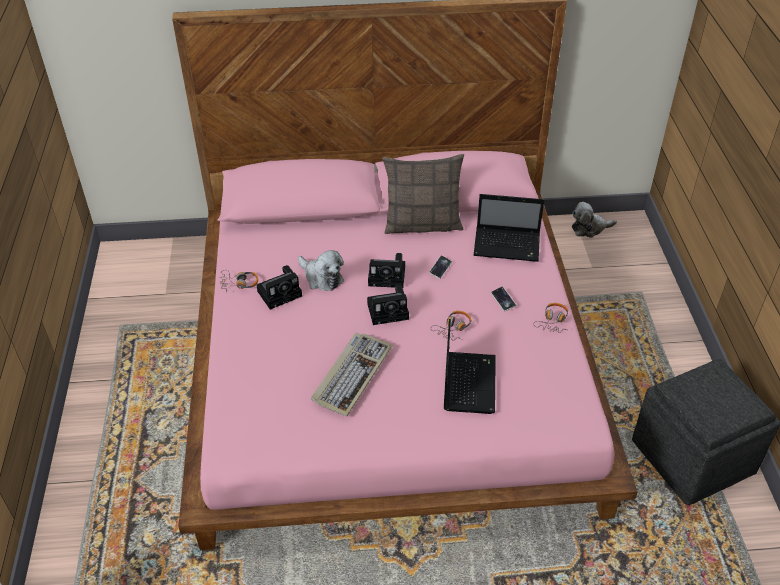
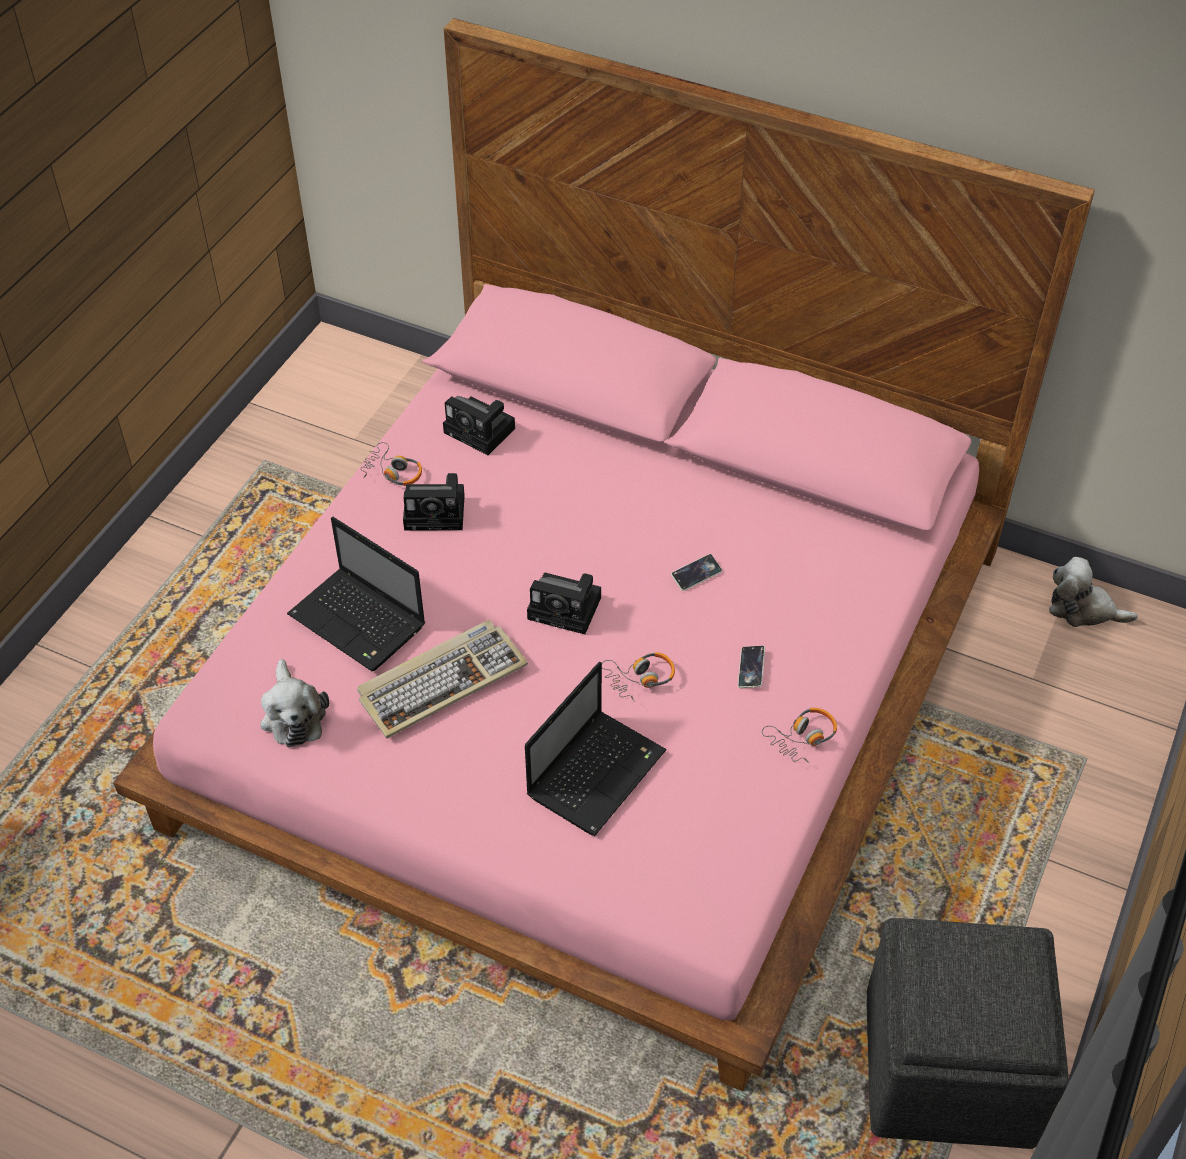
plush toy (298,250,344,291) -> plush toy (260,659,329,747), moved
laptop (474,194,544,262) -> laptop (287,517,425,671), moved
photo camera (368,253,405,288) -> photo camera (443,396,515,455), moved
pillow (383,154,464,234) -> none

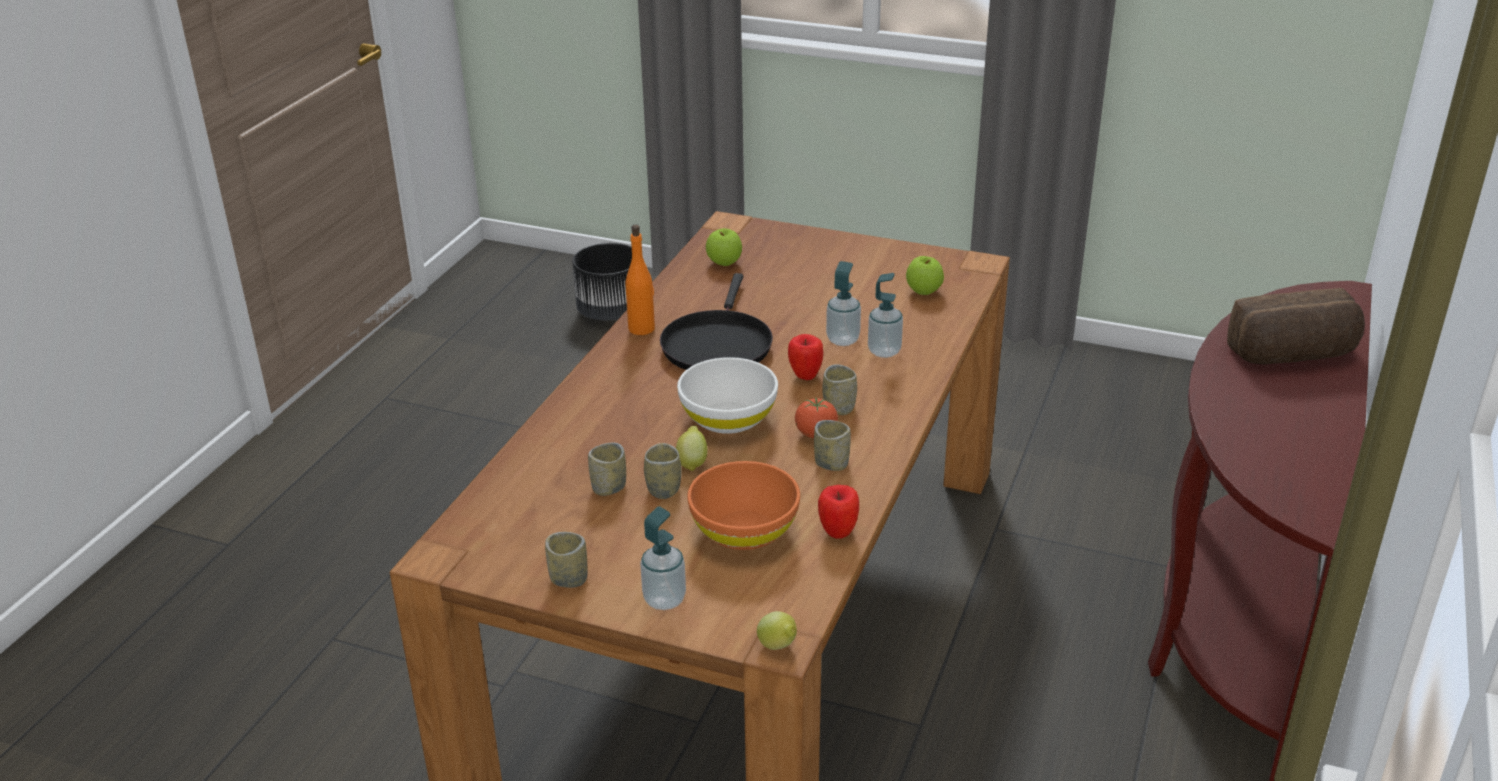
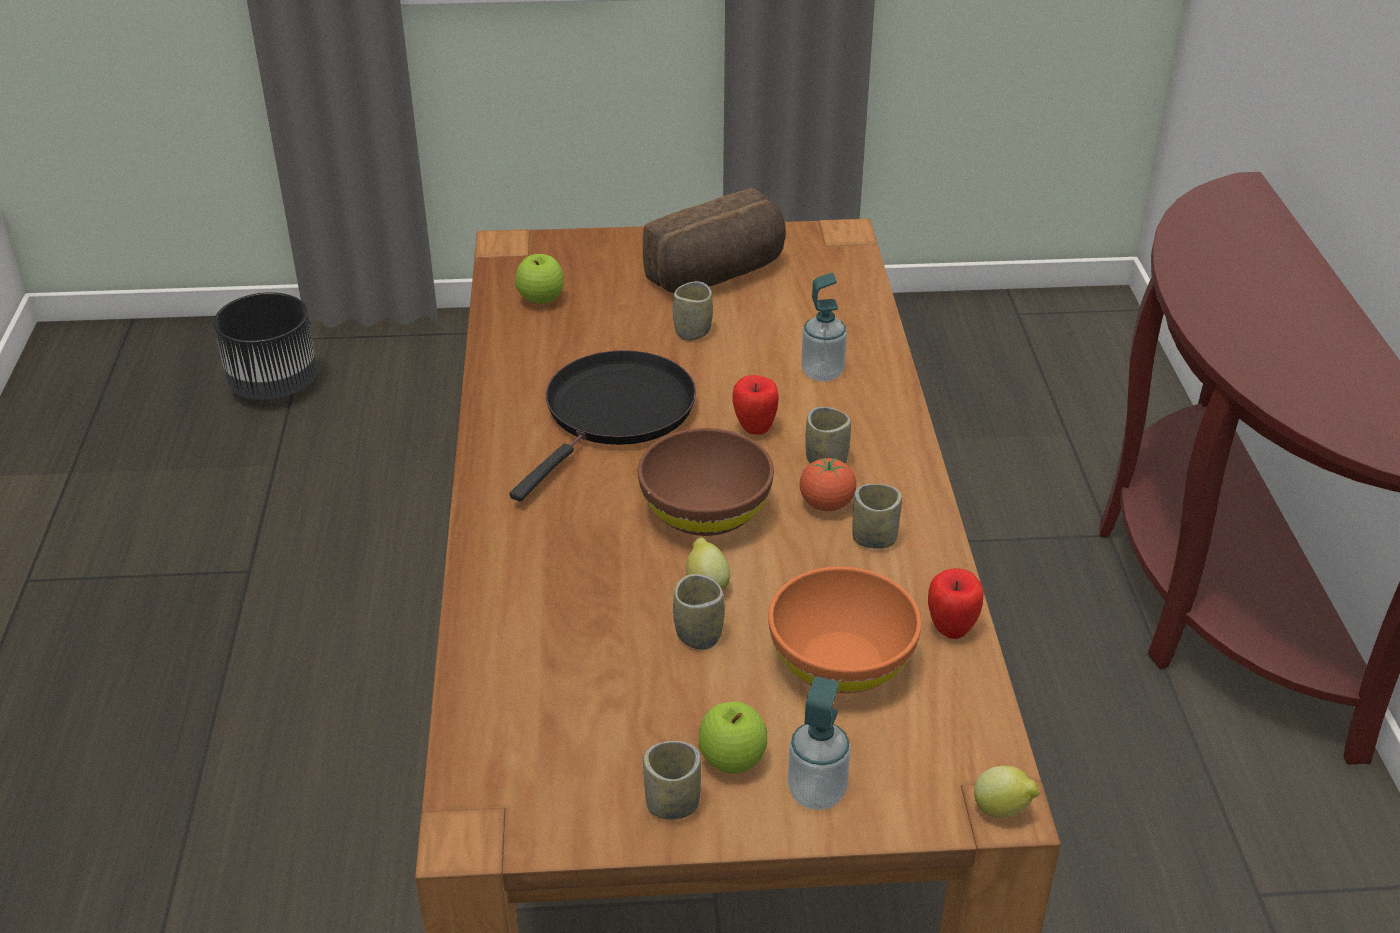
frying pan/black (660,273,773,370) -> frying pan/black (510,350,696,502), 135 degrees counterclockwise
bowl/white (677,357,778,434) -> bowl/brown (638,428,774,536)
bread (1227,288,1365,364) -> bread (643,188,786,293), moved
cup (588,443,626,496) -> cup (673,281,713,341), moved
apple (906,256,944,295) -> apple (699,702,767,774), moved
bottle/orange (625,225,655,335) -> none
soap dispenser (826,261,861,346) -> none

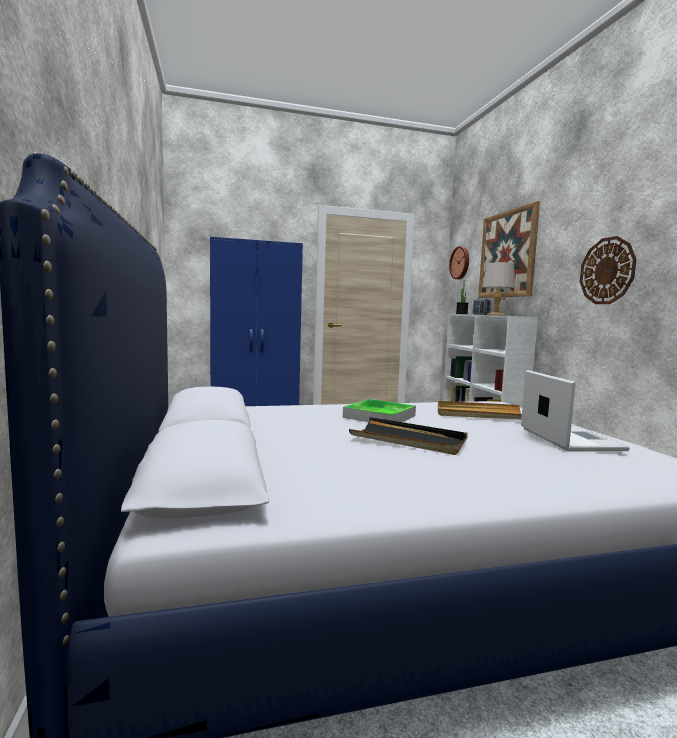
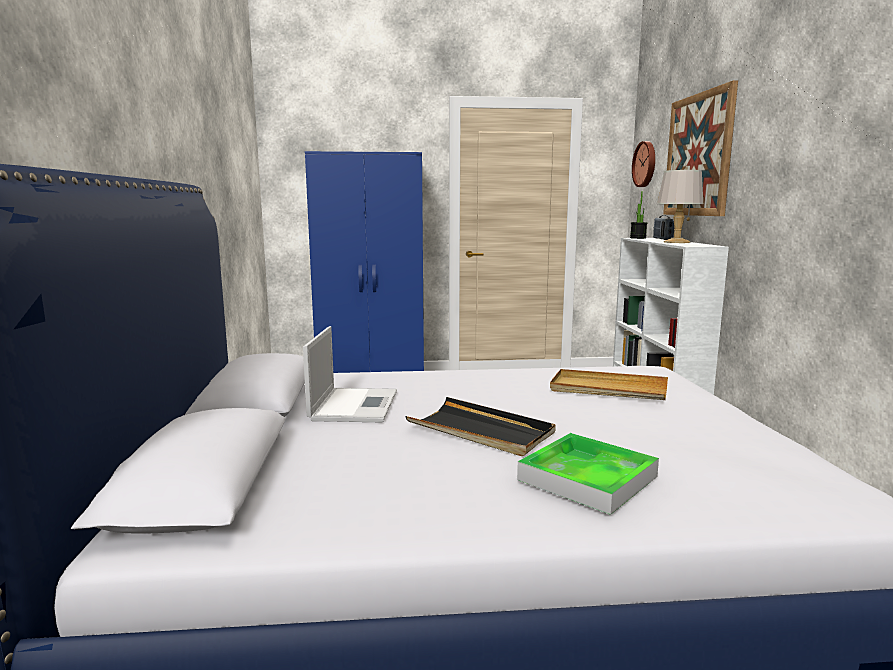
laptop (521,370,630,452) -> laptop (303,326,397,423), moved
tray (343,399,416,422) -> tray (517,433,659,515), moved
wall clock (580,236,636,304) -> none

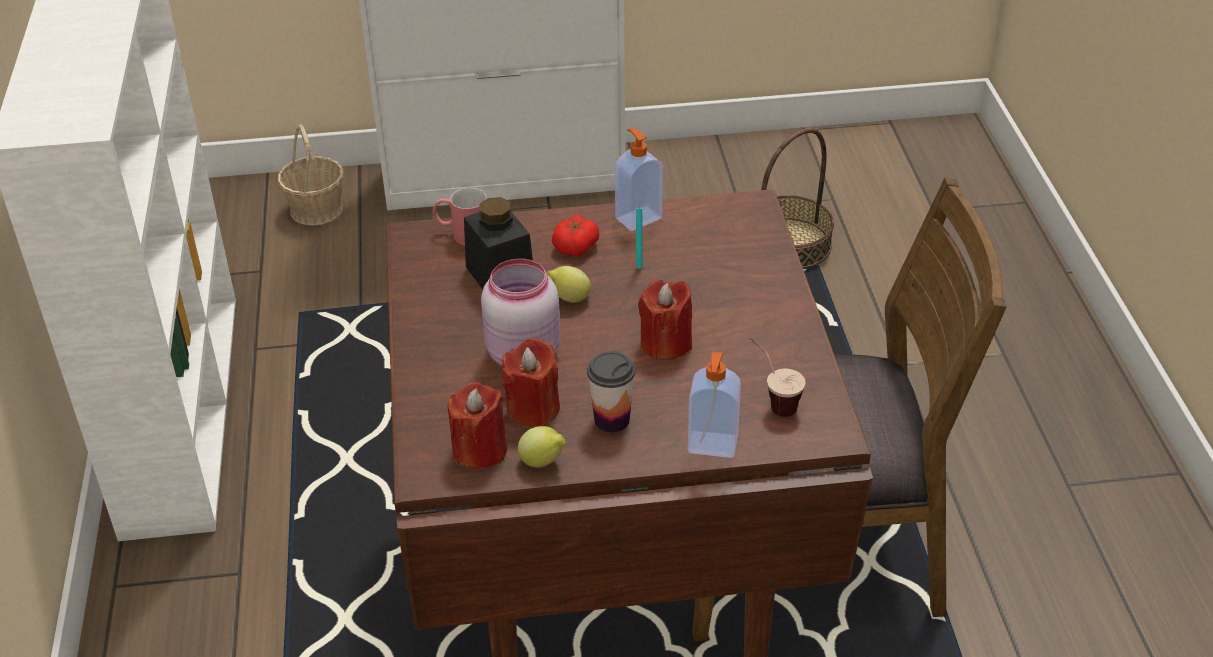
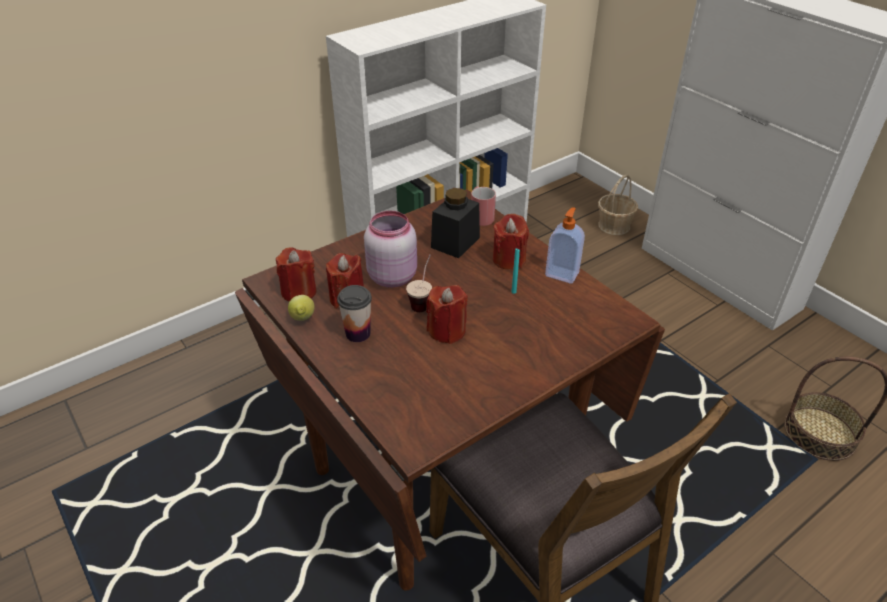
cup (750,337,805,417) -> cup (406,254,432,312), moved
tomato (552,215,599,256) -> candle/red (493,214,529,270)
lemon (547,266,591,303) -> none
soap dispenser (688,352,741,458) -> none

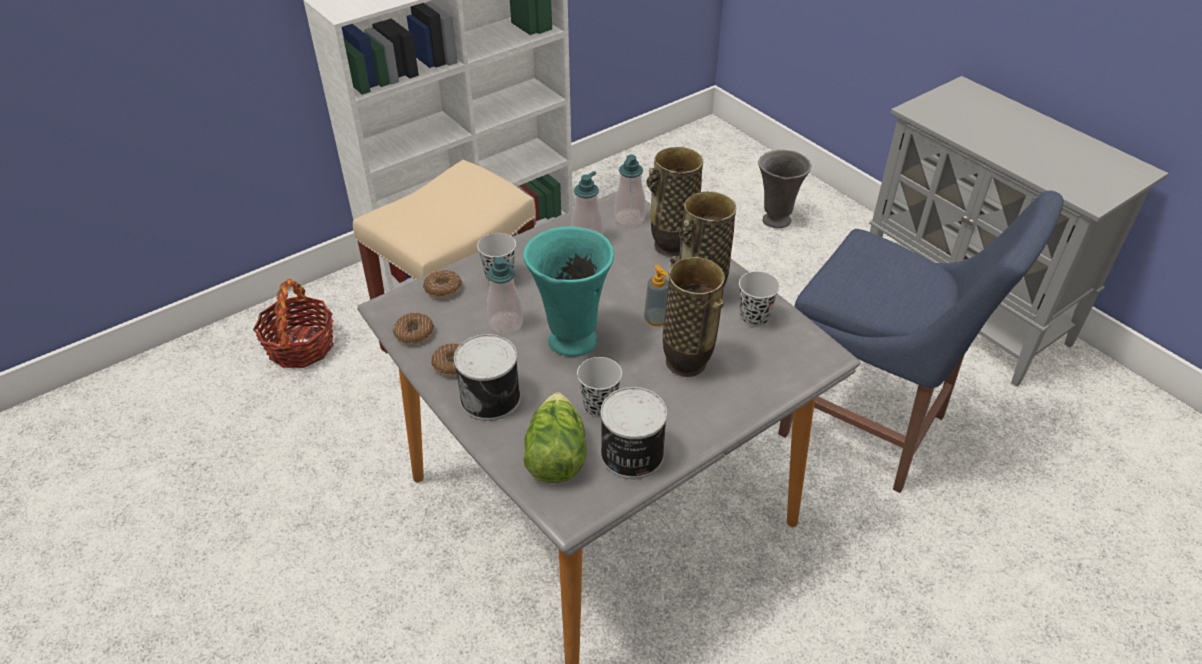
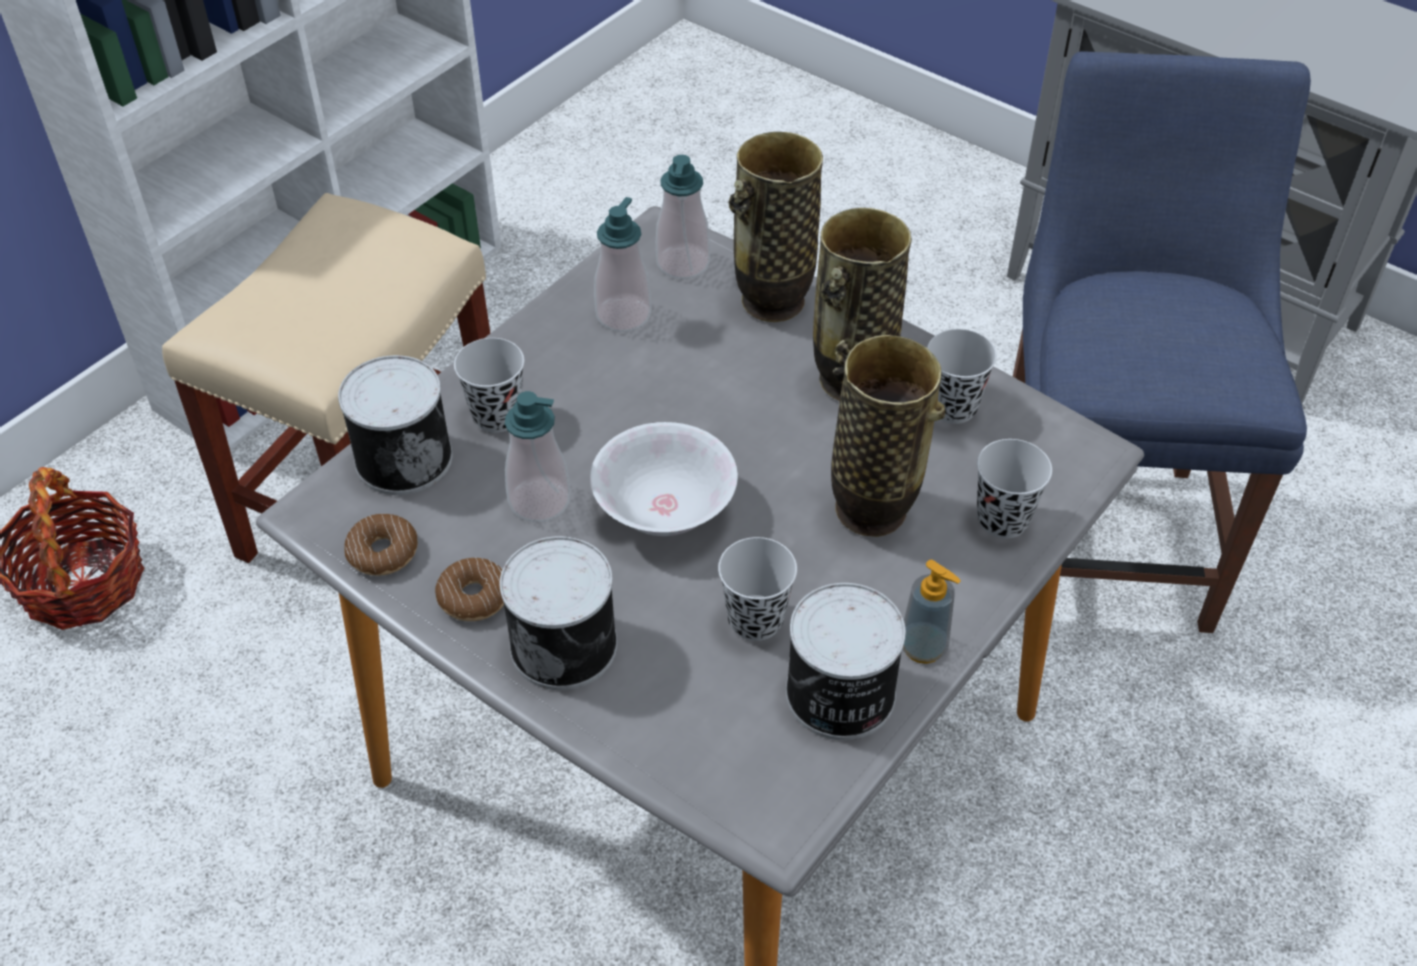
donut (423,270,462,299) -> can (338,355,453,495)
vase/turquoise (523,227,614,357) -> bowl/white (590,422,738,536)
soap dispenser (644,265,669,326) -> soap dispenser (902,560,961,664), moved
none -> cup/black (977,439,1052,539)
chair/blue (778,191,1064,493) -> chair/blue (1013,51,1311,633), 105 degrees counterclockwise
lettuce (523,392,587,483) -> none
vase/grey (758,150,811,228) -> none

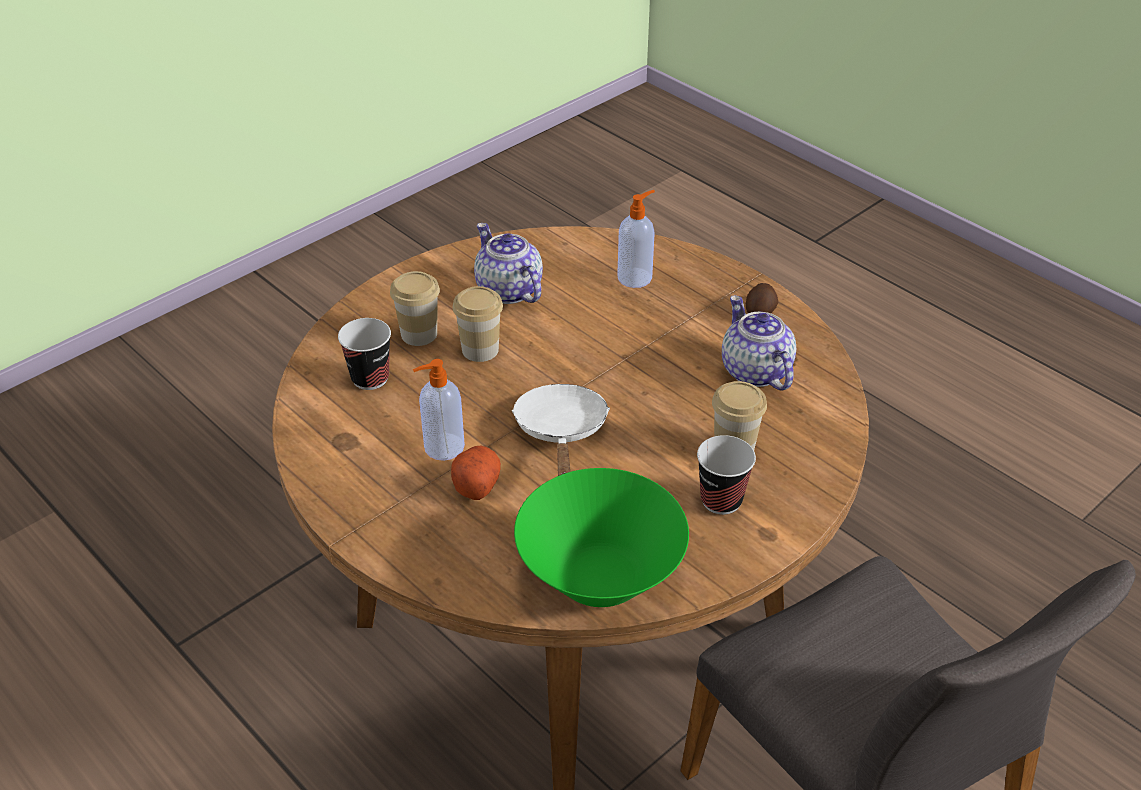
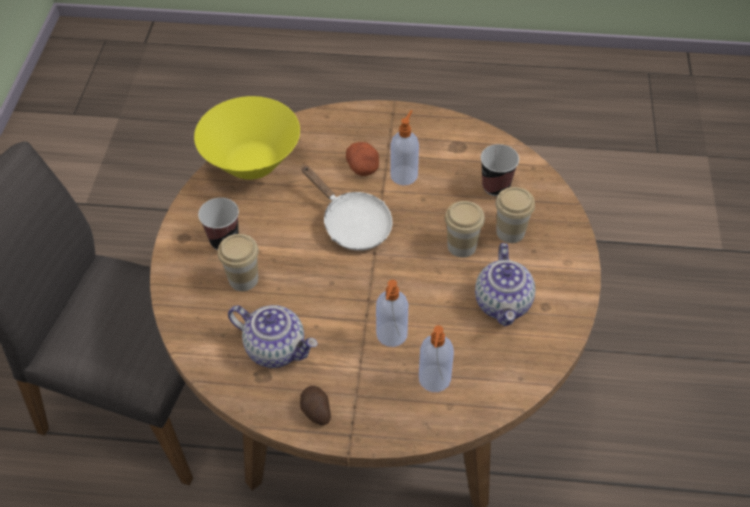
bowl/green (514,468,689,607) -> bowl/yellow (194,96,300,180)
none -> soap dispenser (376,280,408,347)
teapot (474,223,543,304) -> teapot (475,243,535,326), 75 degrees clockwise

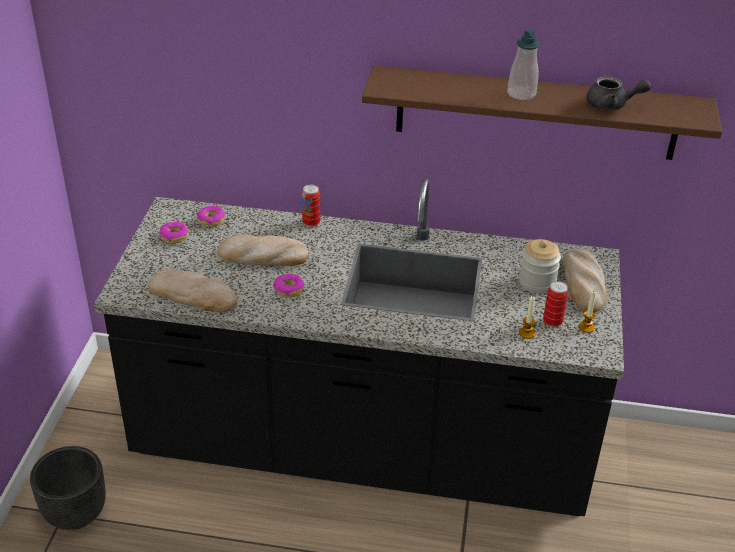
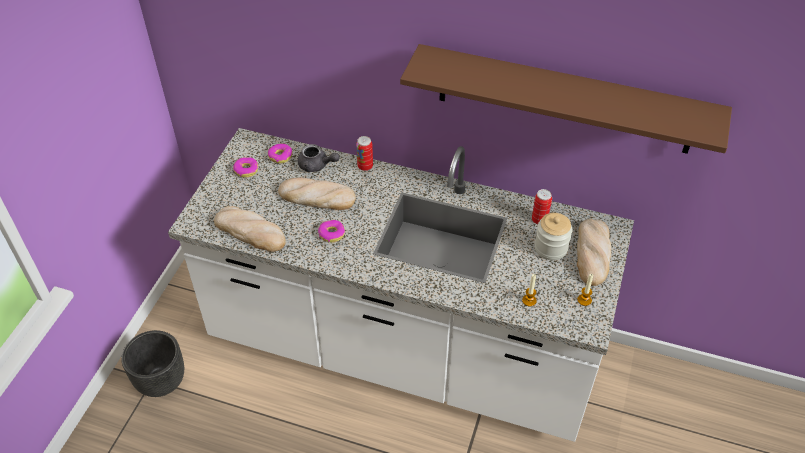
counter/black (94,178,624,517) -> counter/white (168,128,634,442)
teapot/grey (586,76,652,110) -> teapot/grey (298,144,340,172), moved
can (543,281,568,327) -> can (532,189,552,225), moved
soap dispenser (507,28,540,100) -> none

